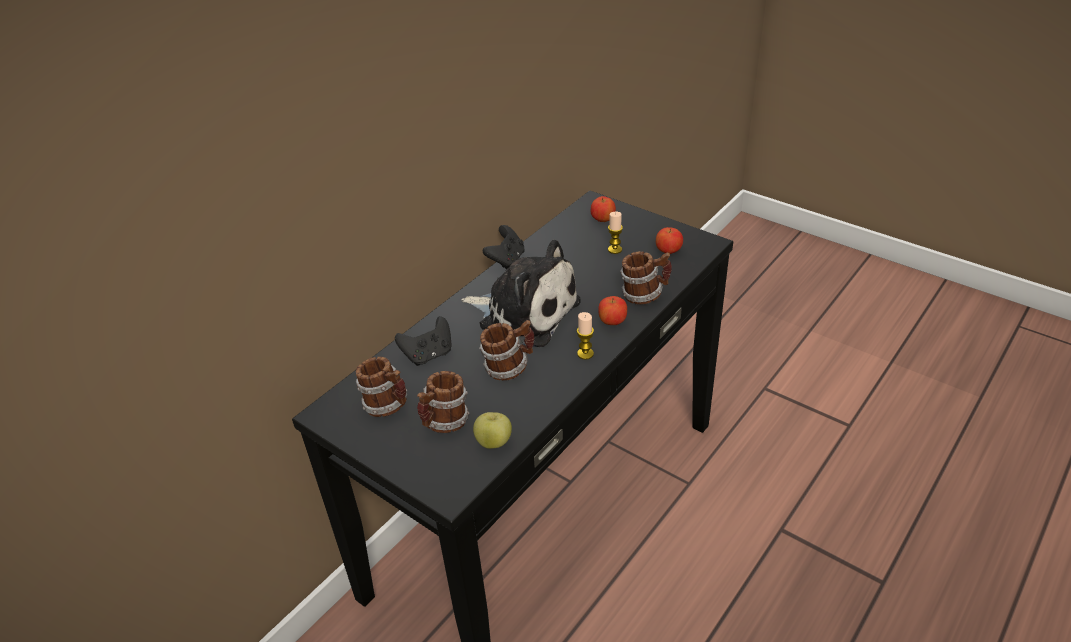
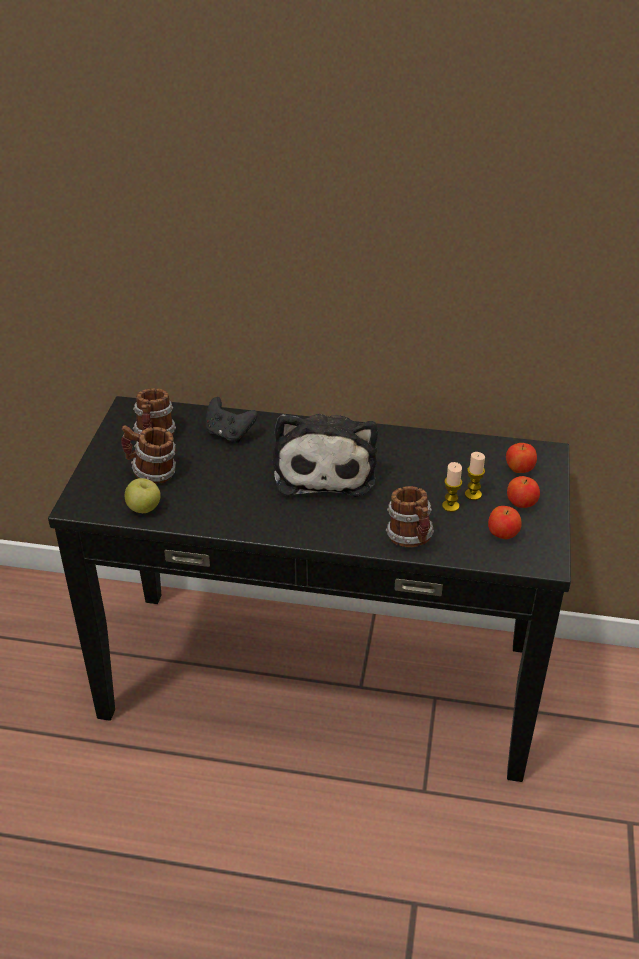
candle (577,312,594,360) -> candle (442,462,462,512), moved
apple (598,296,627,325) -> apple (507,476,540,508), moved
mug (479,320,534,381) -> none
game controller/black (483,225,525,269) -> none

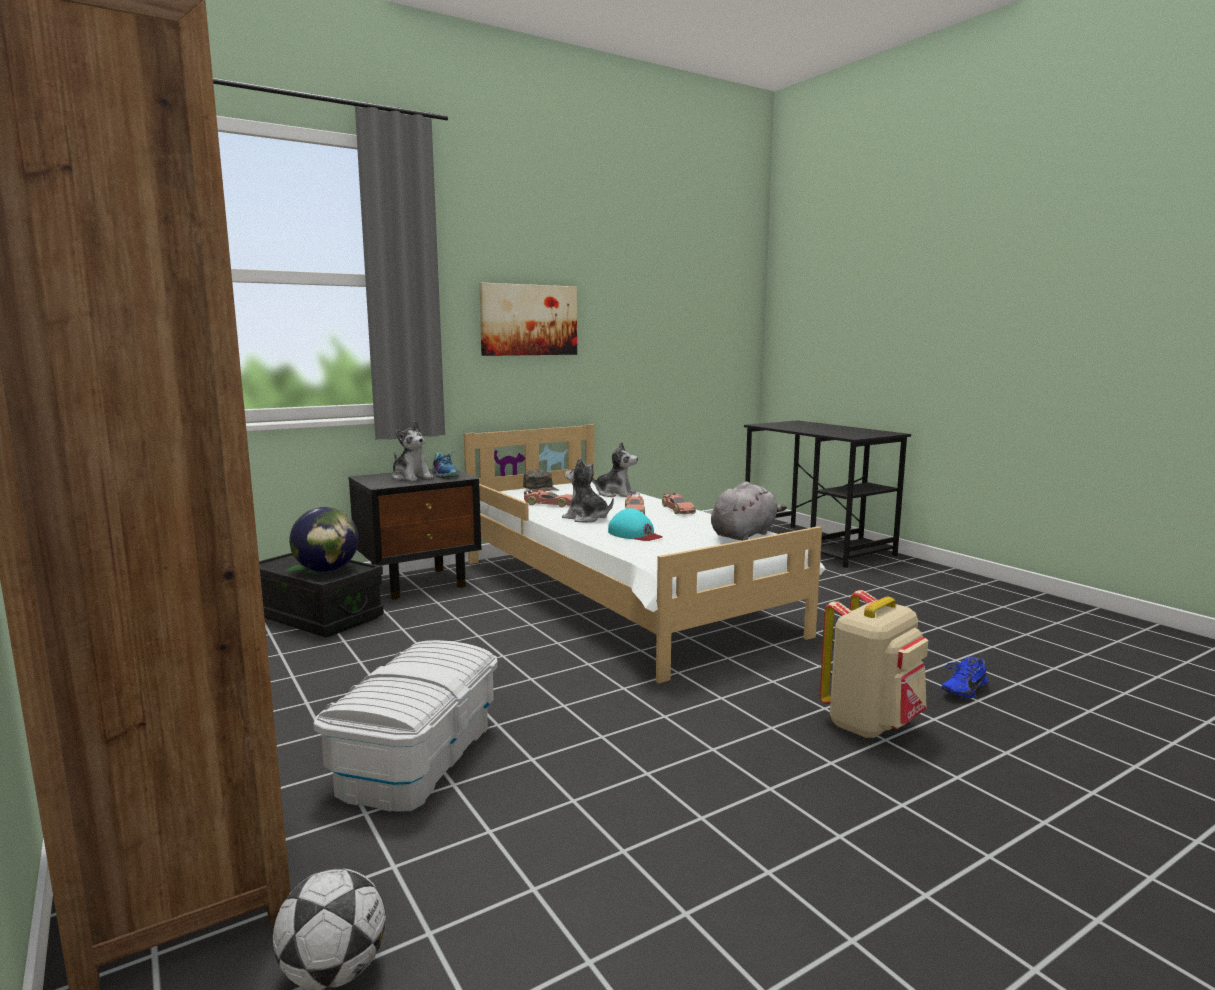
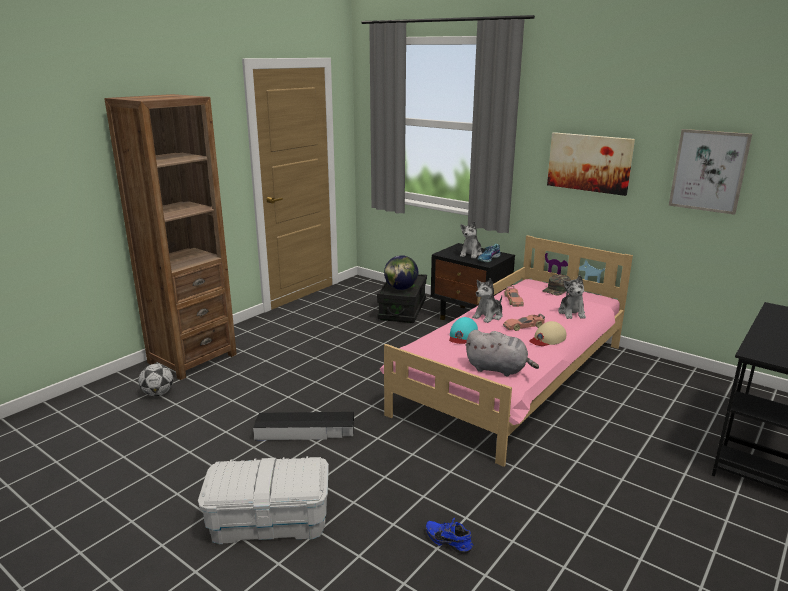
storage box/white (314,640,498,812) -> storage box/white (198,456,329,544), moved
none -> storage box/black (253,412,354,440)
bed/white (464,424,825,683) -> bed/pink (380,235,633,467)
plush toy (562,458,614,523) -> plush toy (472,278,502,323), 150 degrees counterclockwise
toy car (662,492,696,514) -> cap/beige (529,321,566,346)
none -> picture (669,129,752,215)
backpack/beige (820,590,928,738) -> none

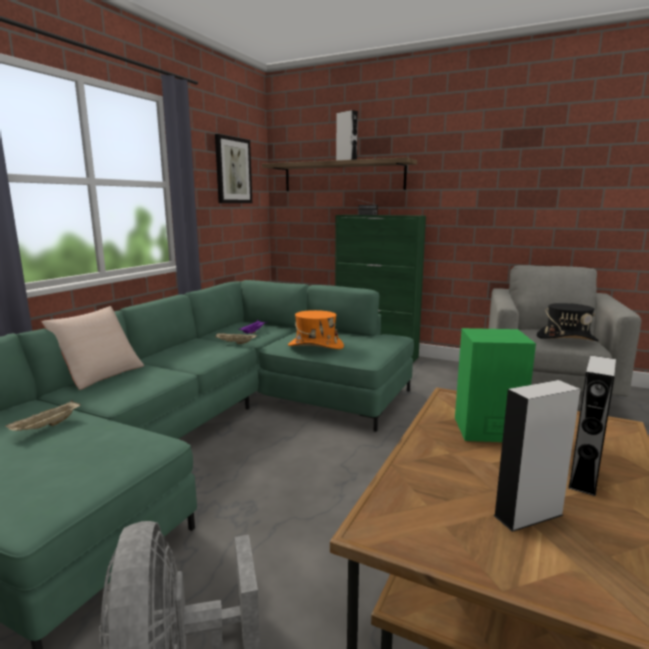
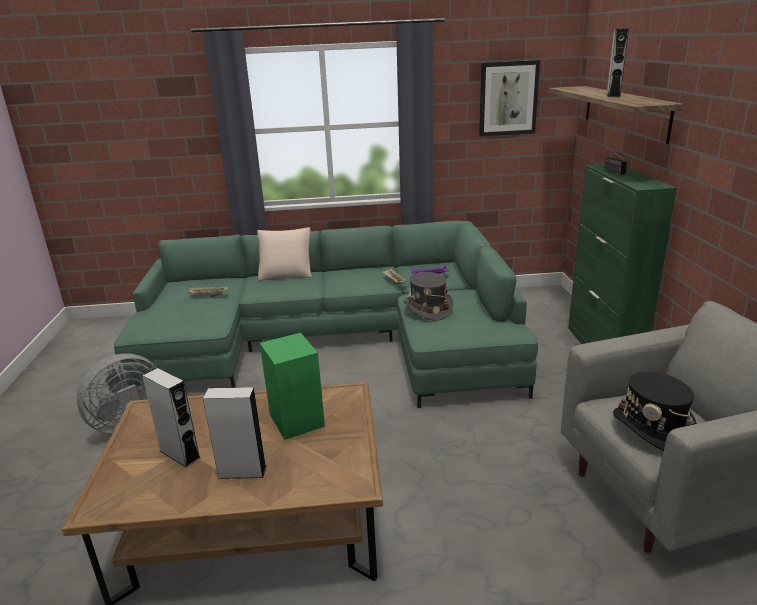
hat/orange (288,310,344,349) -> hat/grey (403,272,453,321)

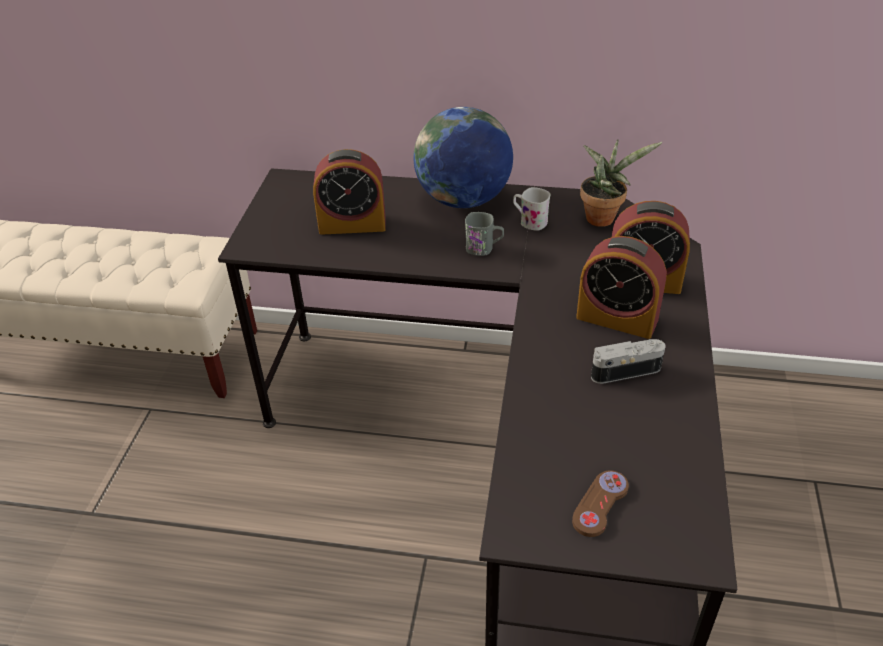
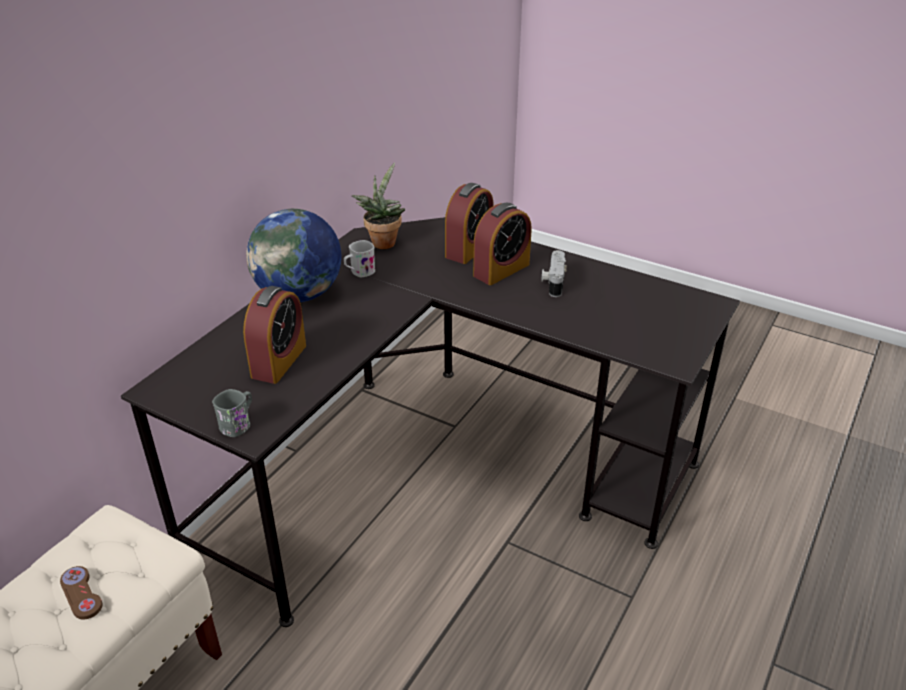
game controller/brown (572,470,629,537) -> game controller/brown (60,566,103,619), moved
mug/grey (465,212,504,256) -> mug/grey (212,389,252,437), moved

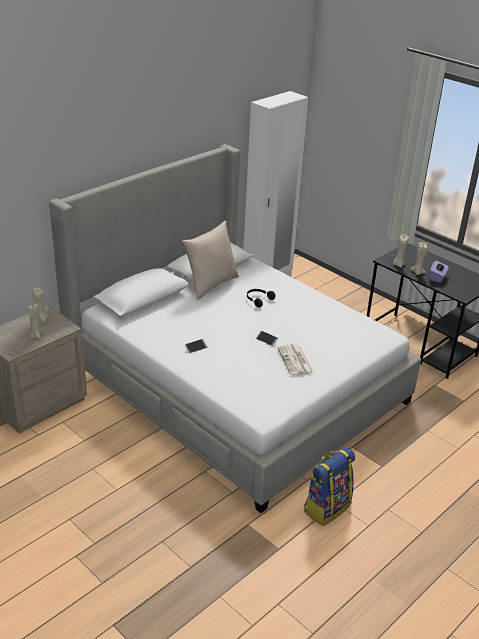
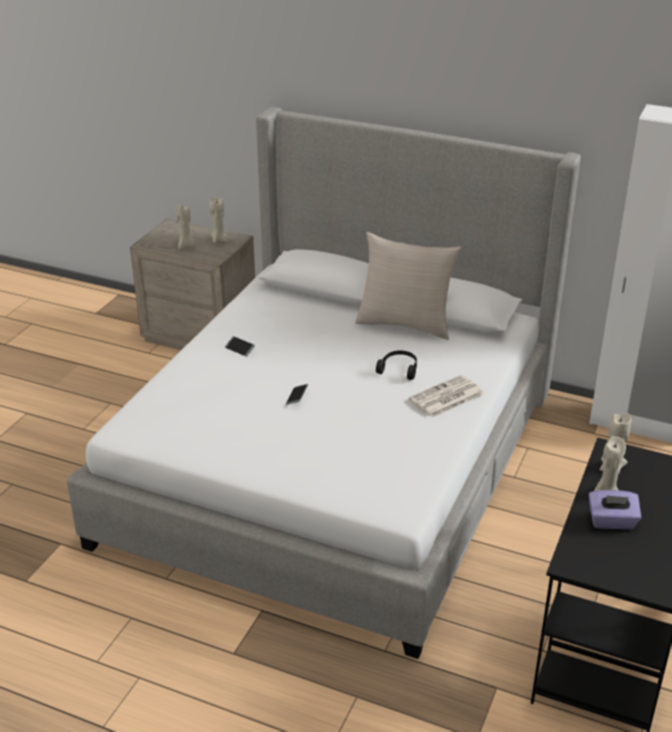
newspaper (277,344,314,375) -> newspaper (409,375,484,418), moved
backpack (304,447,355,526) -> none

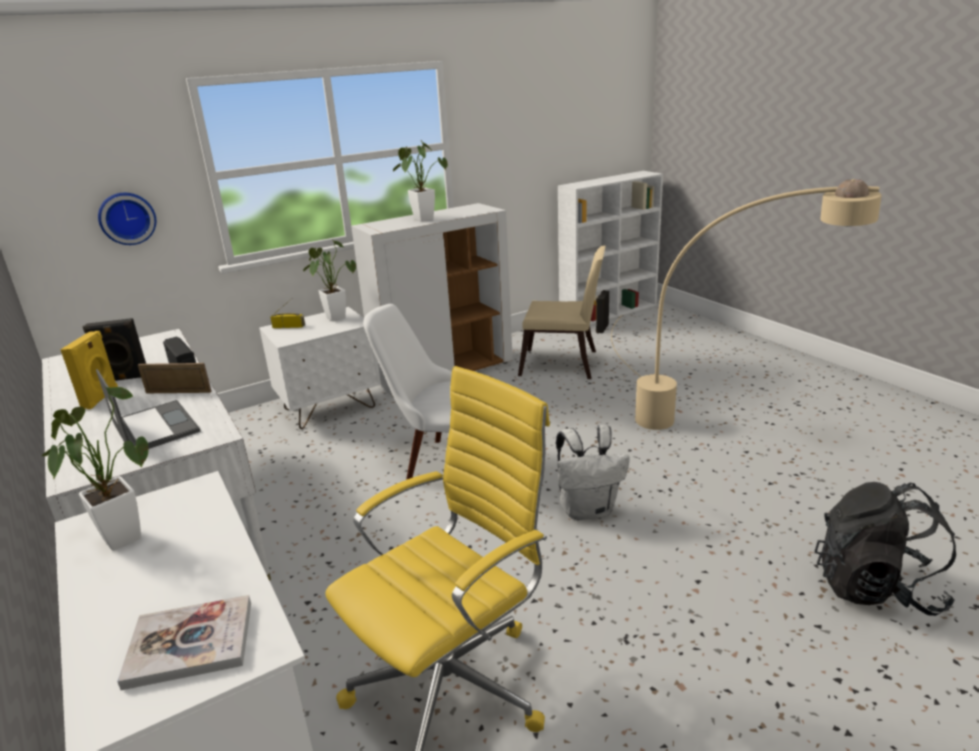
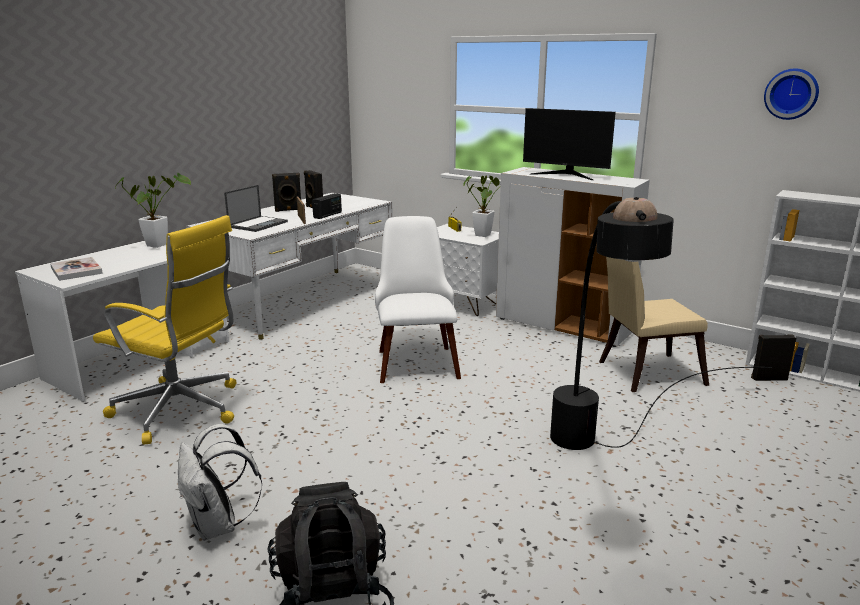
backpack/white (556,425,630,520) -> backpack/white (178,424,262,541), moved
speaker/yellow (60,331,118,409) -> speaker/black (272,173,301,212)
potted plant (393,140,448,222) -> monitor (523,108,616,180)
floor lamp/beige (611,179,882,430) -> floor lamp/black (550,197,772,450)
chair/beige (518,245,606,379) -> chair/beige (599,257,709,392), 90 degrees clockwise
wall clock (98,193,156,245) -> wall clock (764,69,819,120), moved

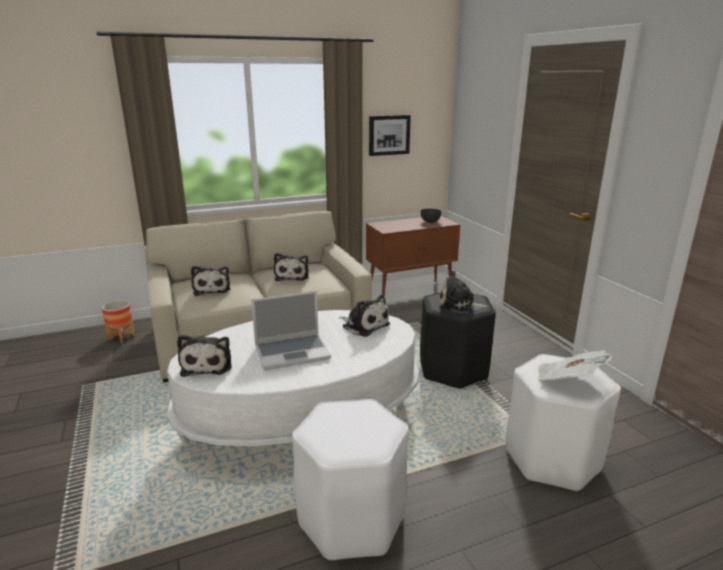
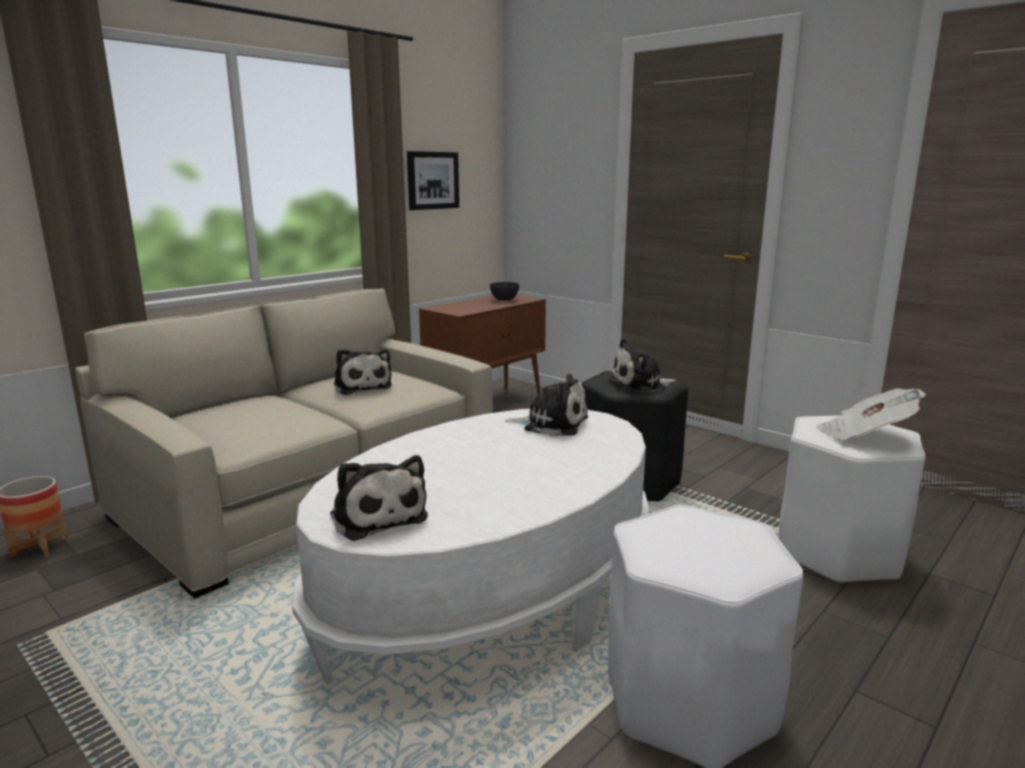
plush toy (191,266,230,296) -> none
laptop (251,291,331,370) -> none

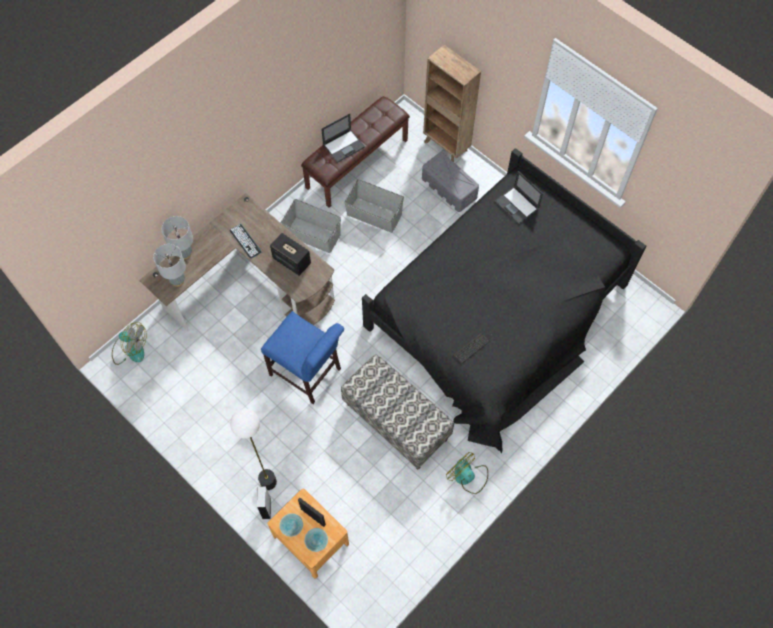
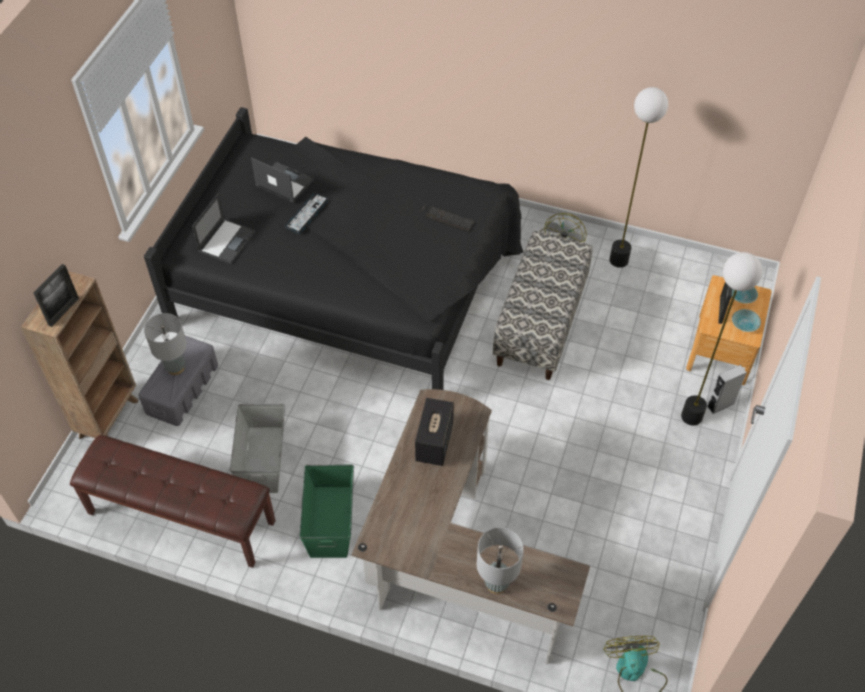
none -> picture frame (34,264,79,327)
table lamp/grey (153,244,186,287) -> table lamp/grey (144,313,187,375), moved
laptop (321,113,365,163) -> laptop (251,157,314,202), moved
keyboard (230,224,261,258) -> keyboard (285,193,328,233), moved
storage box/grey (281,199,341,253) -> storage box/green (299,465,354,558)
none -> floor lamp (609,87,668,268)
chair/blue (261,311,344,404) -> none

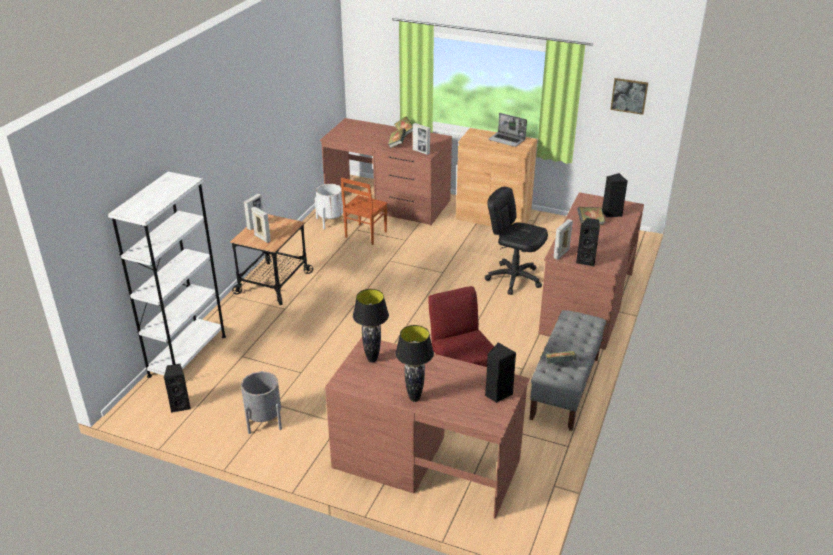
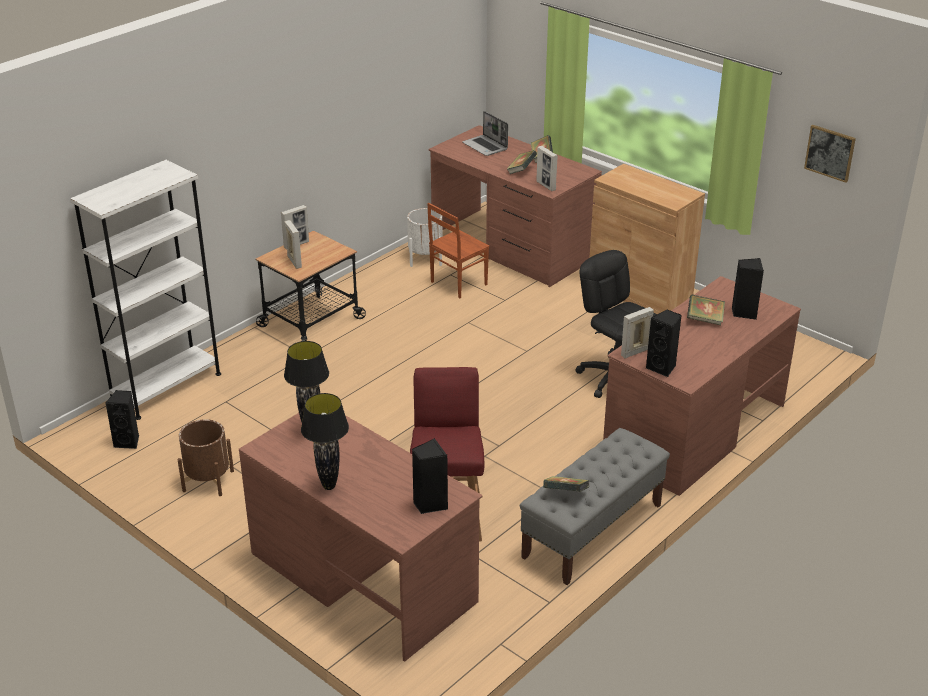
planter/grey (241,371,282,434) -> planter/brown (177,419,234,496)
laptop (488,113,527,147) -> laptop (462,111,508,156), moved

